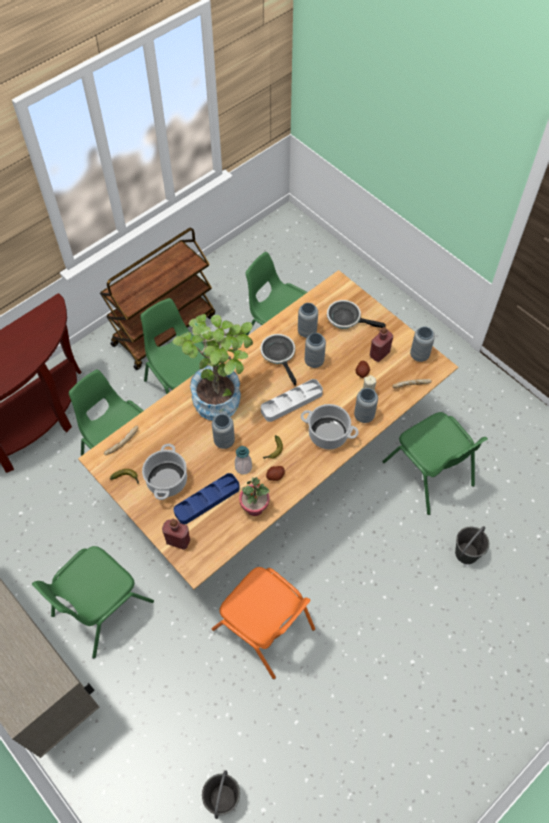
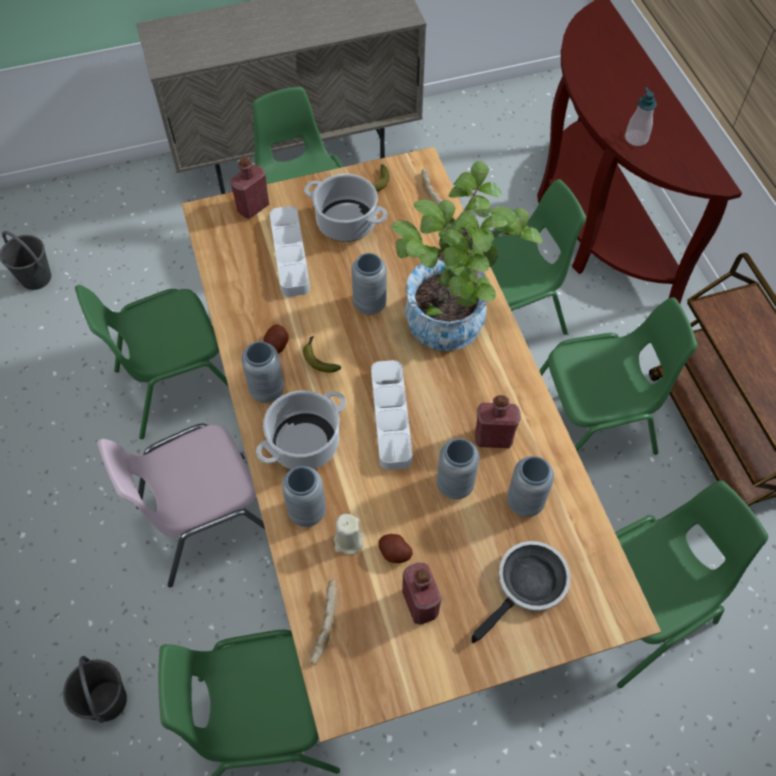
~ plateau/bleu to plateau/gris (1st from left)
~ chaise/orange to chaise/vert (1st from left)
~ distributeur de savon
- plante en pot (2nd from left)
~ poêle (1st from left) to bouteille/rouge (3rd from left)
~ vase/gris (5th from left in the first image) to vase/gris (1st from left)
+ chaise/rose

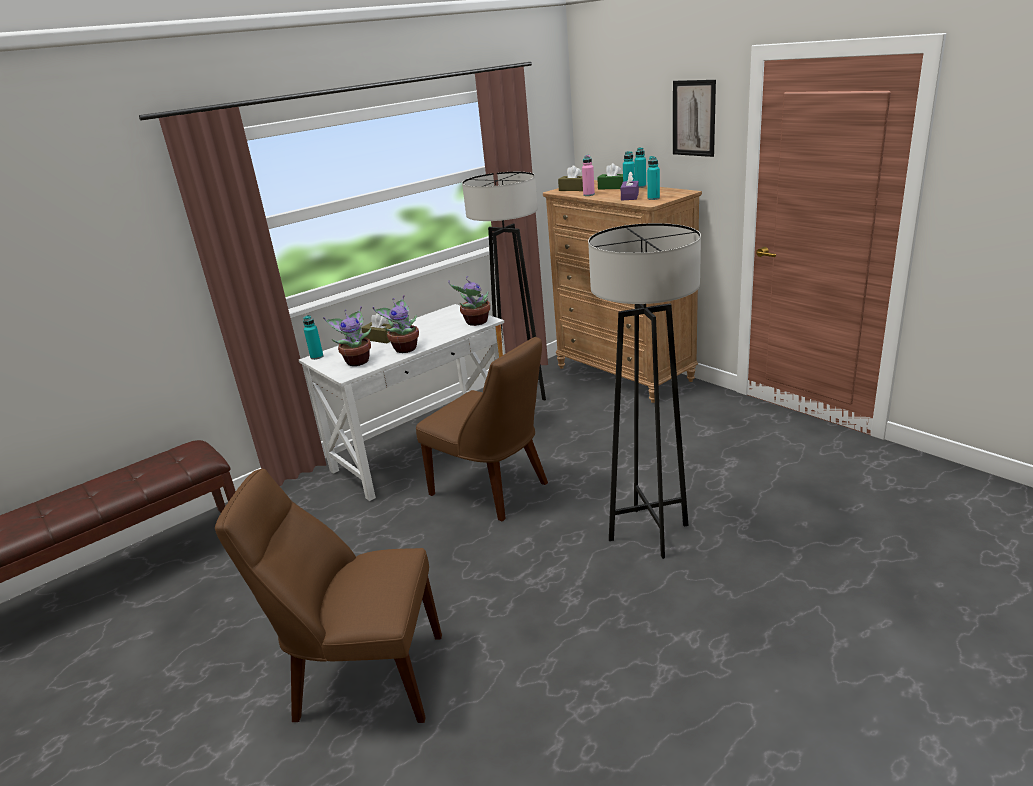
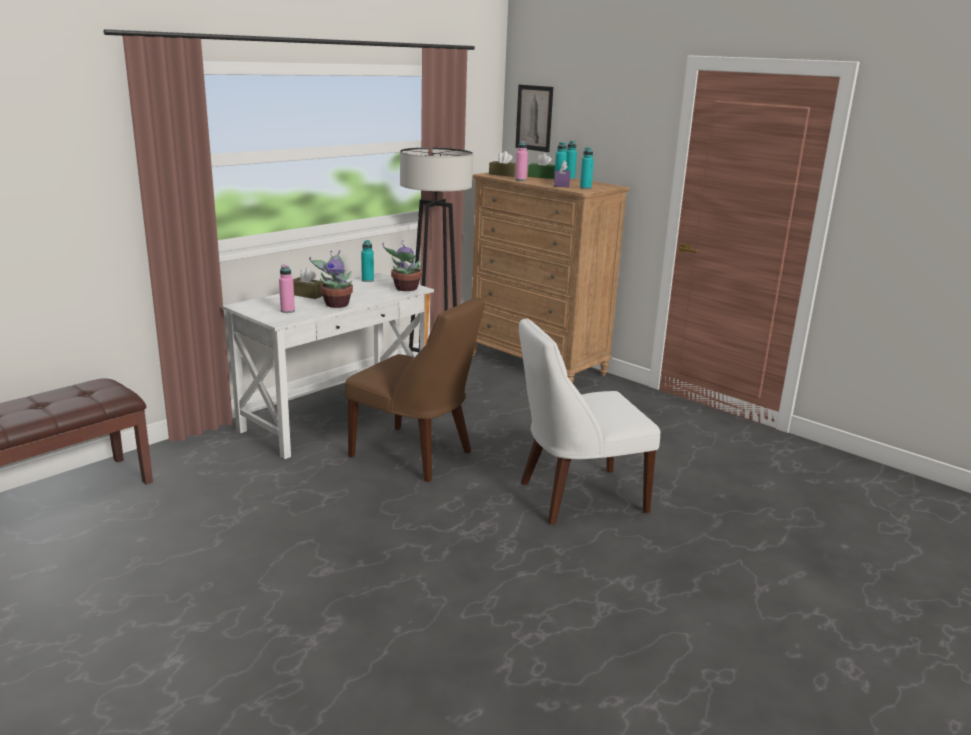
- chaise/marron (1st from left)
~ bouteille/turquoise (1st from left)
~ plante en pot (1st from left) to bouteille/rose (1st from left)
~ lampadaire/gris (2nd from left) to chaise/blanc
~ tableau

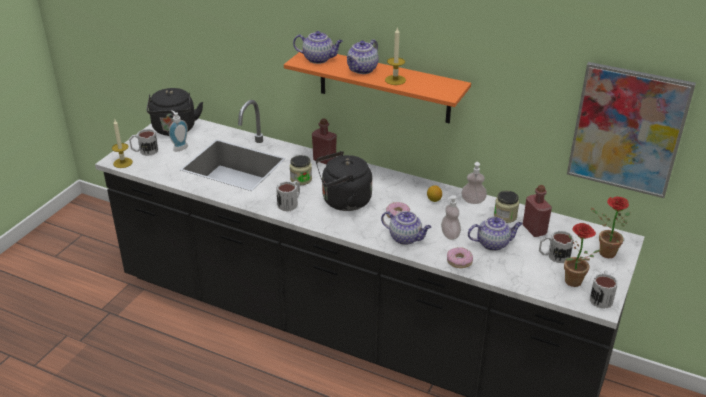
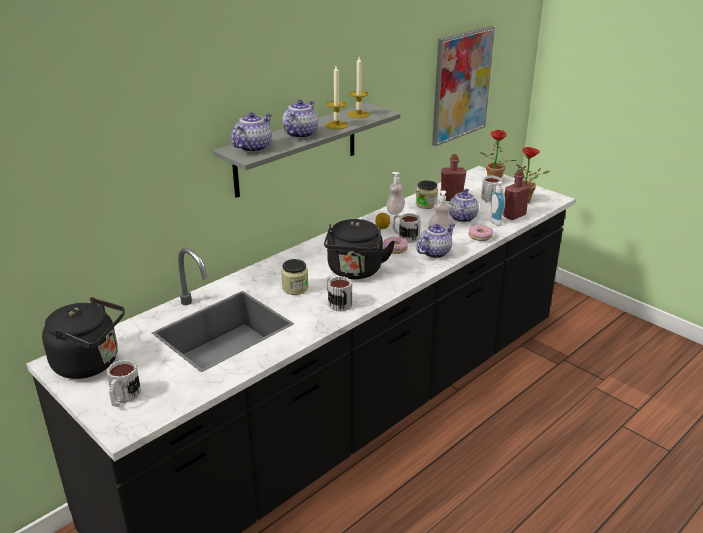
~ bougie (1st from left in the first image) to bougie (2nd from left)
~ distributeur de savon (1st from left in the first image) to distributeur de savon (3rd from left)
~ étagère/orange to étagère/gris
~ bouteille/rouge (1st from left in the first image) to bouteille/rouge (2nd from left)
~ théière (2nd from left) 120 degrees counterclockwise
~ mug (4th from left in the first image) to mug (3rd from left)

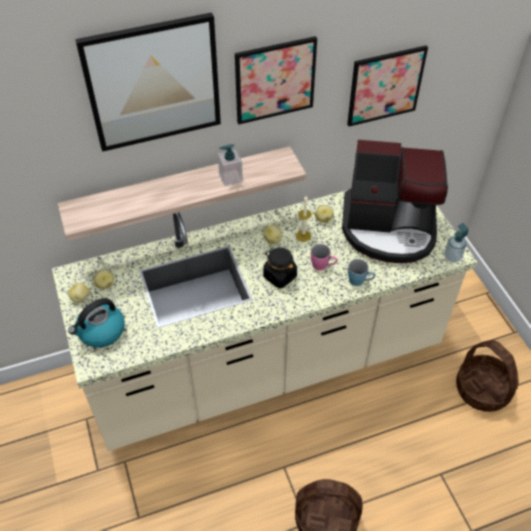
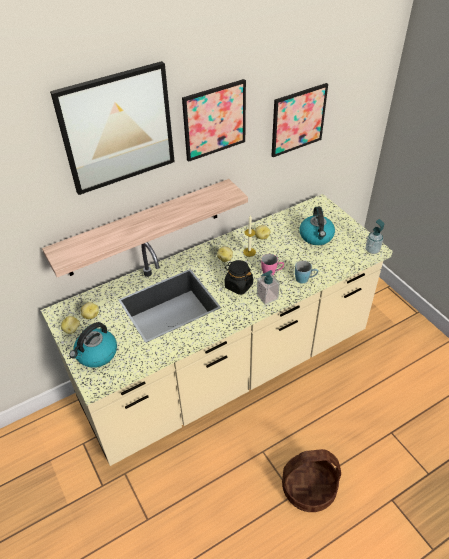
~ distributeur de savon (1st from left)
~ machine à café to bouilloire (2nd from left)
- panier (2nd from left)

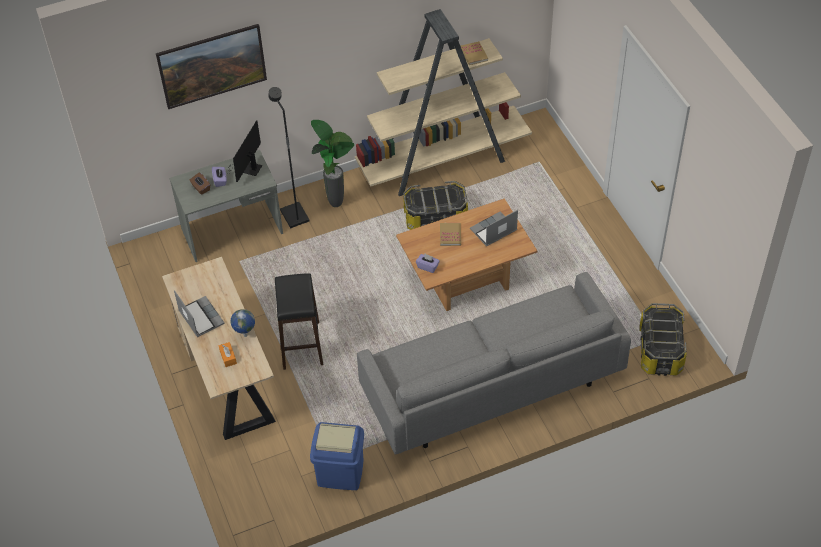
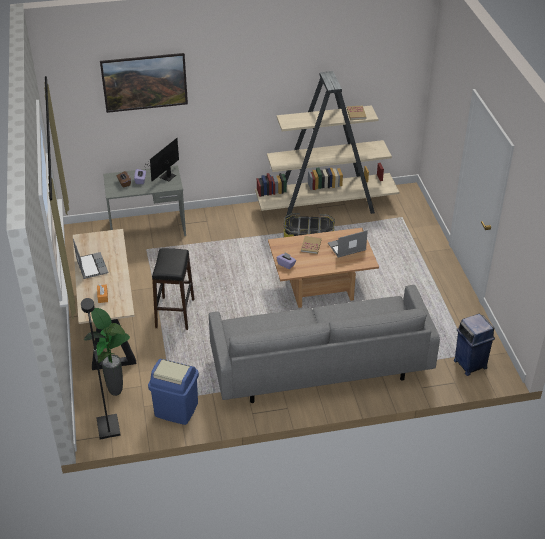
- globe
~ lampadaire/noir
~ plante en pot
~ boîte de rangement (2nd from left) to poubelle/bleu (2nd from left)

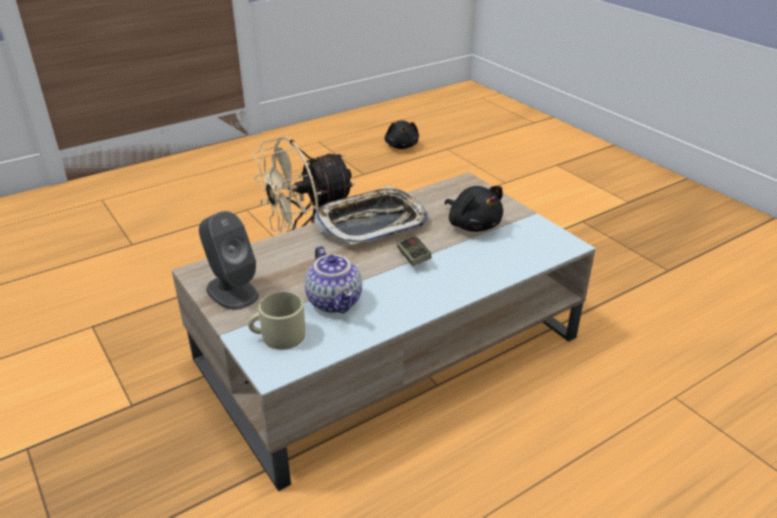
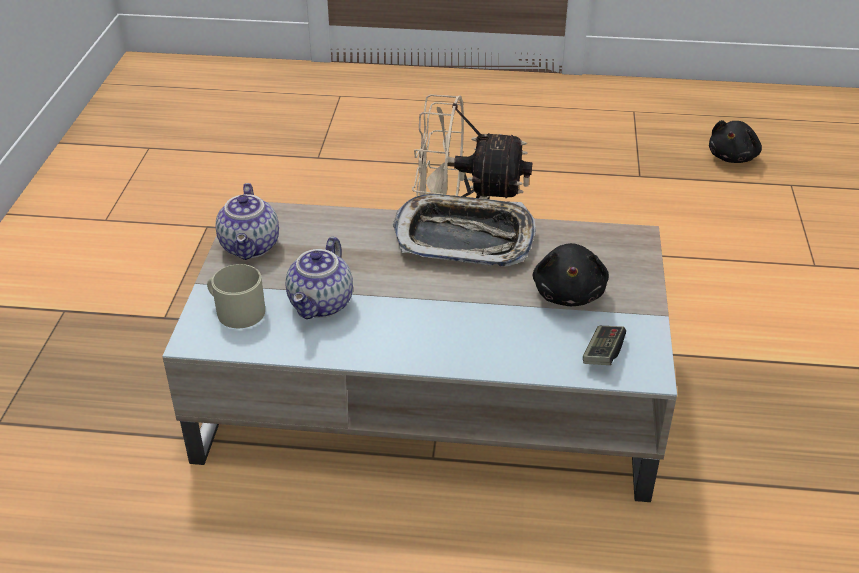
~ enceinte/gris to théière (1st from left)
~ manette

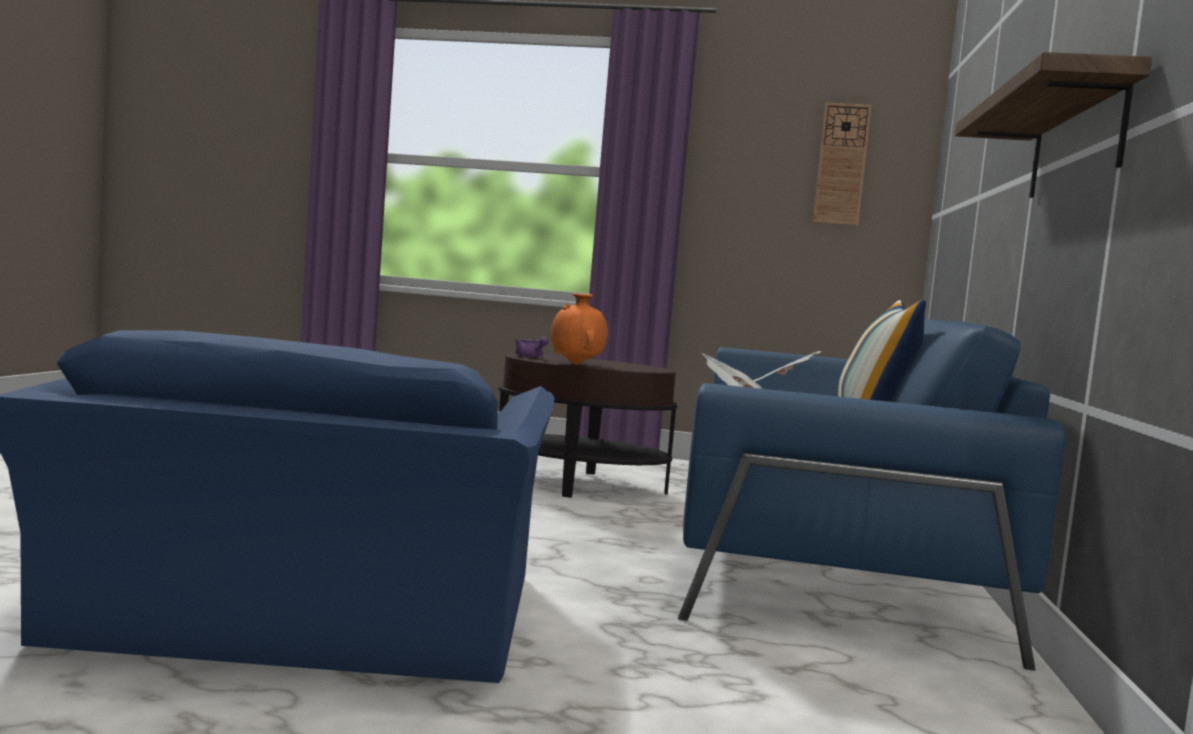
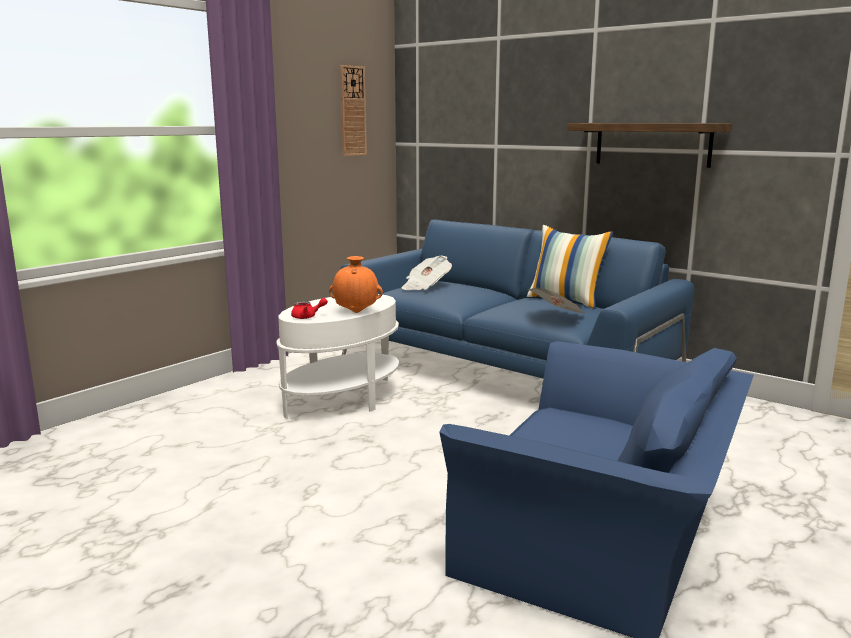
~ table d'appoint/marron to table d'appoint/blanc
~ théière/violet to théière/rouge

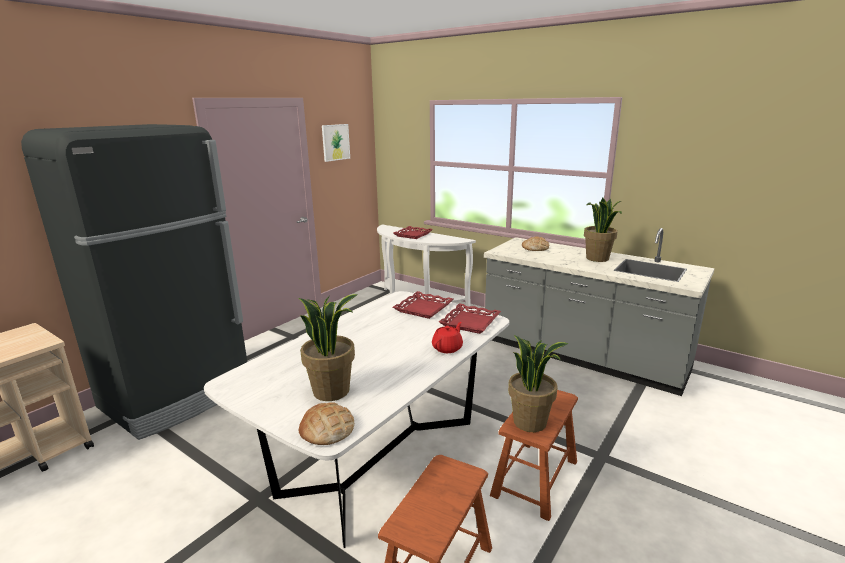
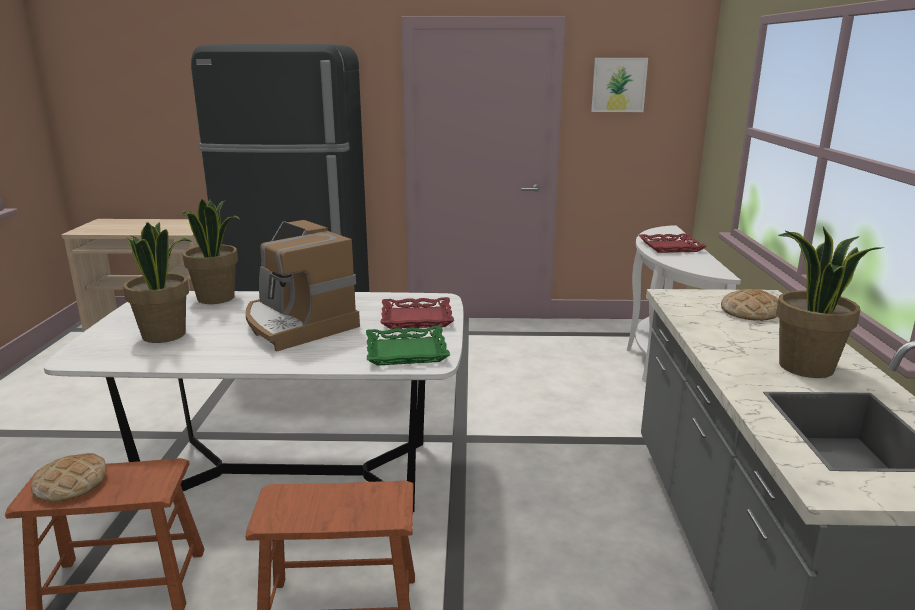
~ pain (1st from left)
- théière/rouge
~ plateau/rouge (3rd from left) to plateau/vert
~ plante en pot (2nd from left)
+ machine à café

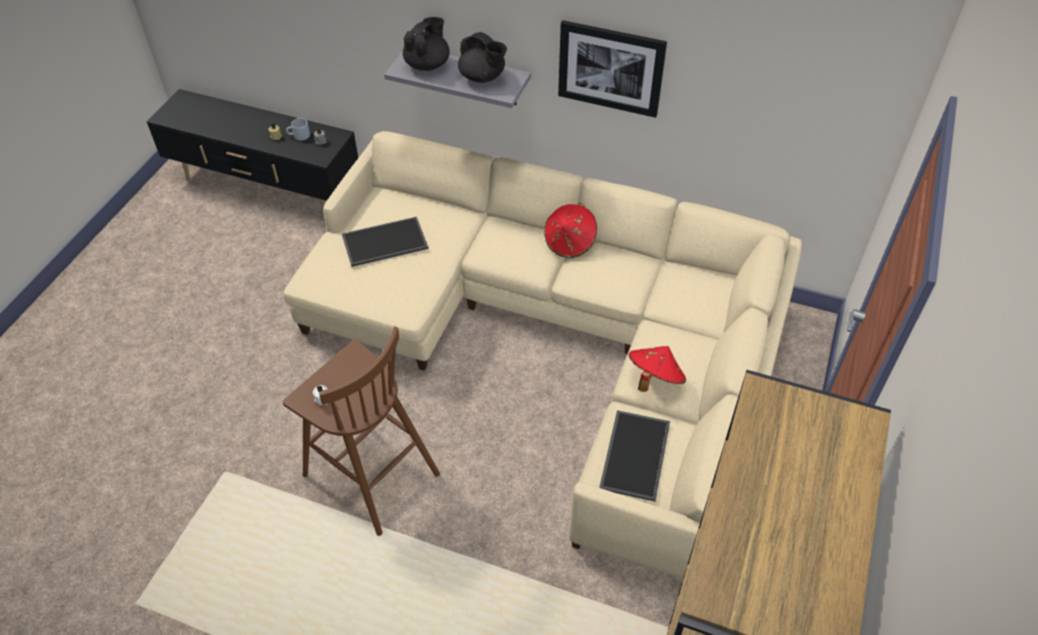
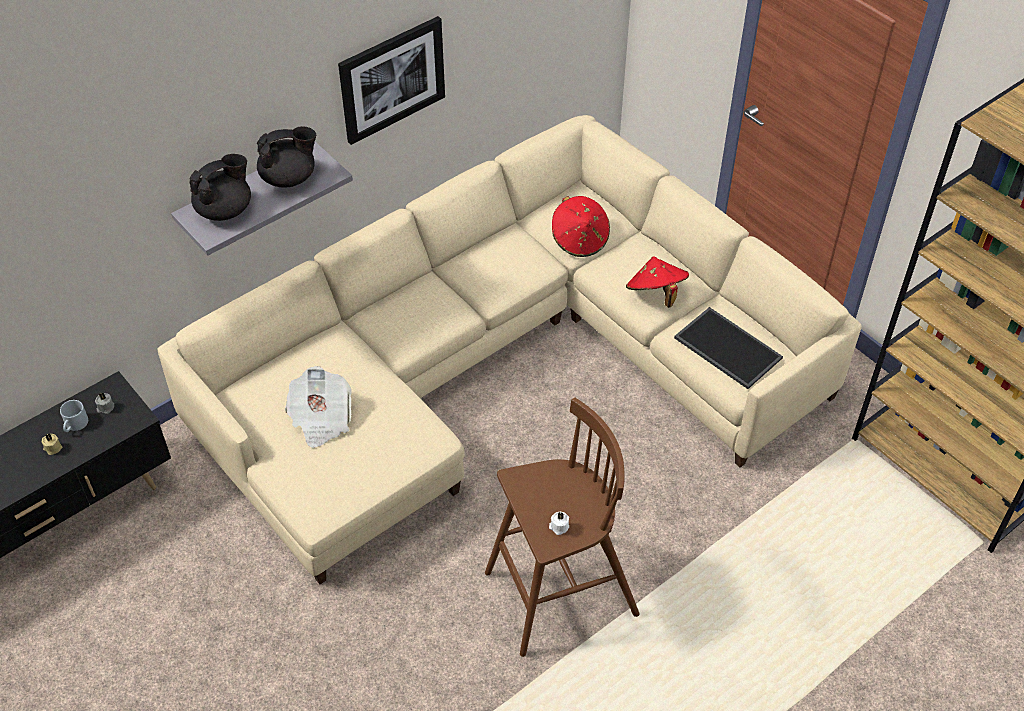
~ plateau (1st from left) to journal
~ théière/noir (1st from left) 75 degrees clockwise
~ chapeau/rouge (1st from left)

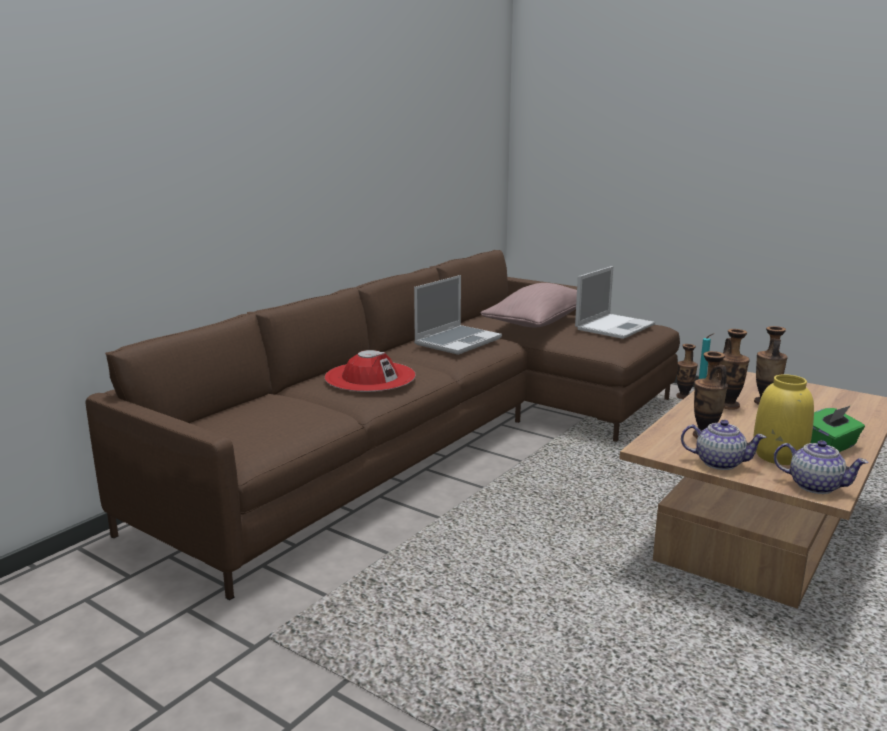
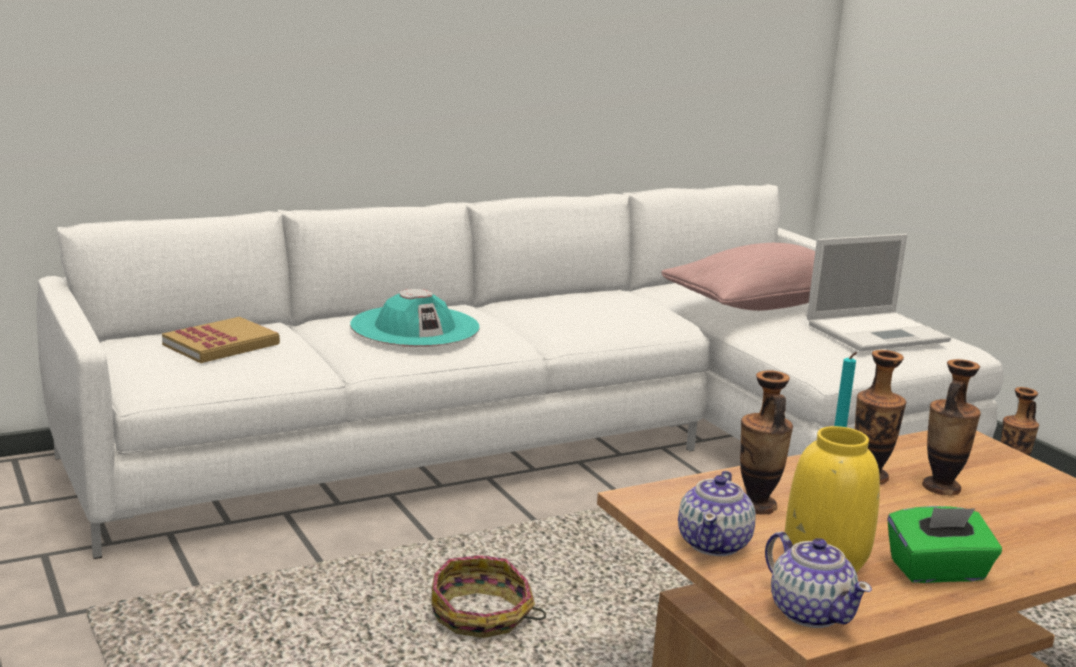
~ canapé/marron to canapé/blanc
~ chapeau/rouge to chapeau/turquoise
- ordinateur portable (1st from left)
~ théière (1st from left) 60 degrees clockwise
+ livre
+ panier

